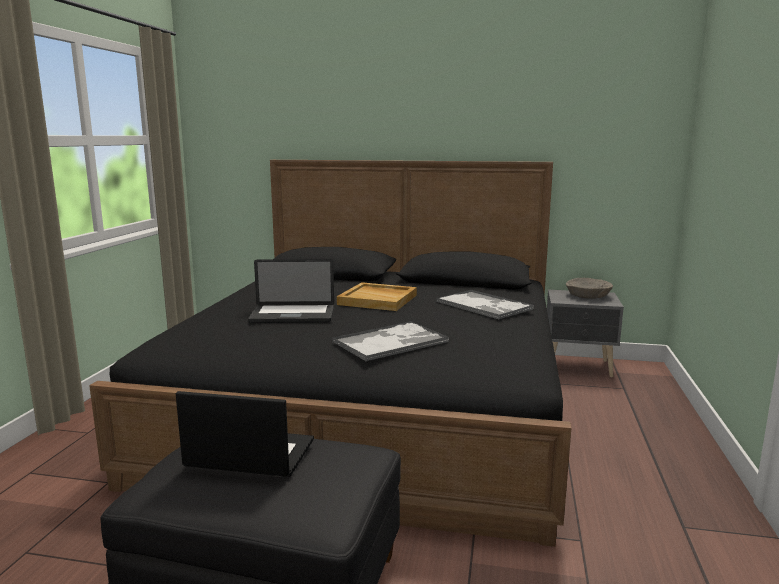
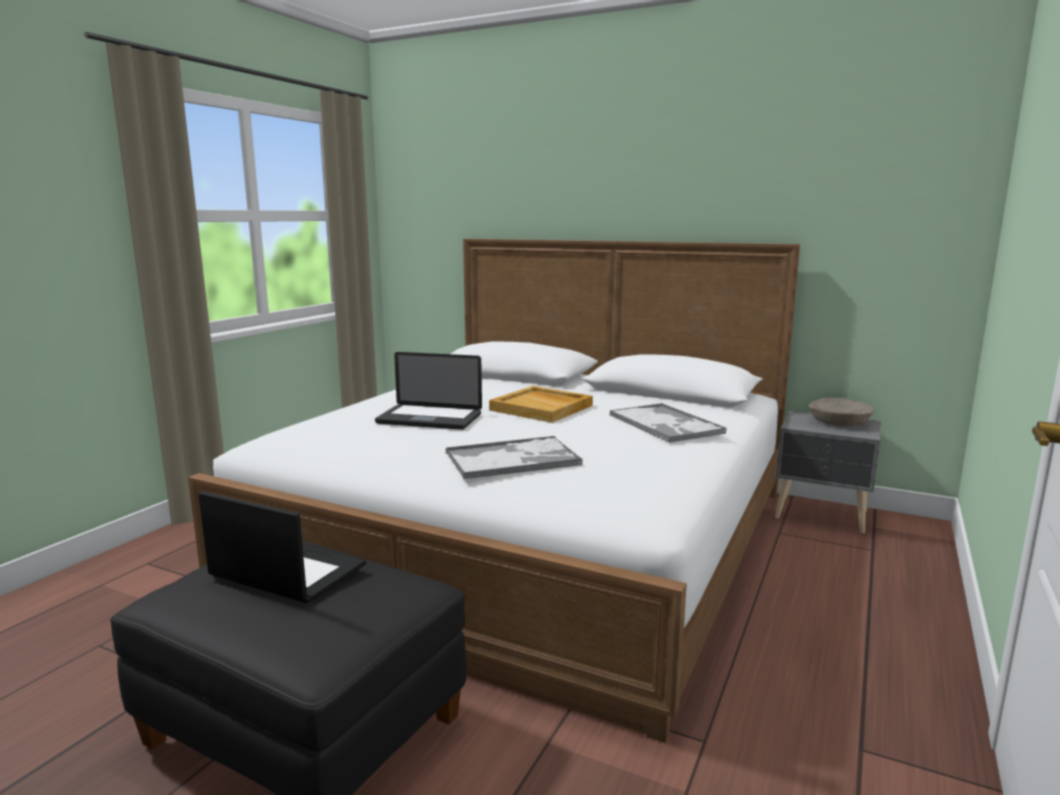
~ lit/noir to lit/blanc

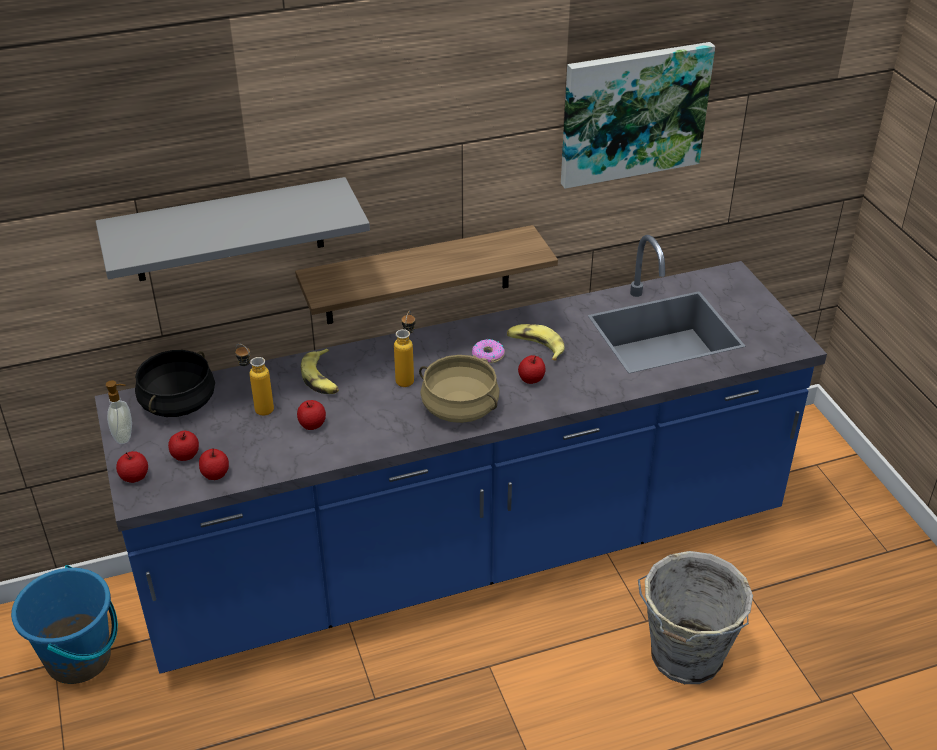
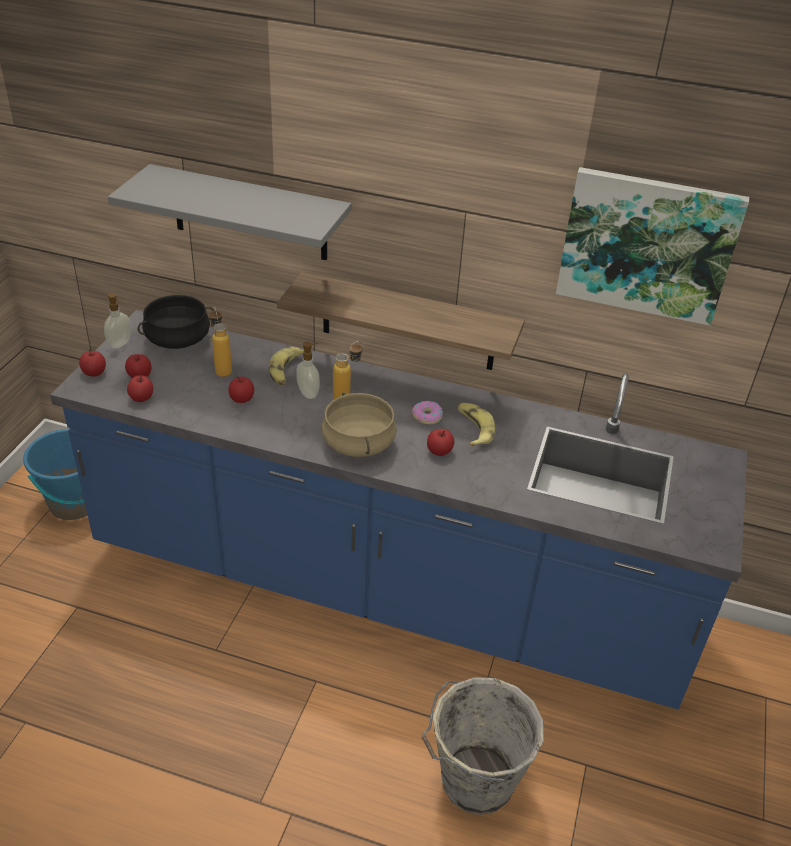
+ distributeur de savon (2nd from left)

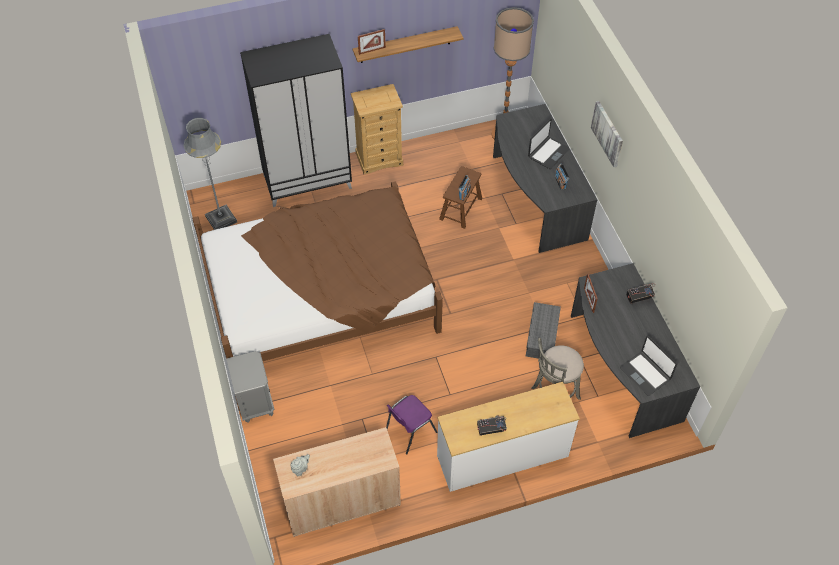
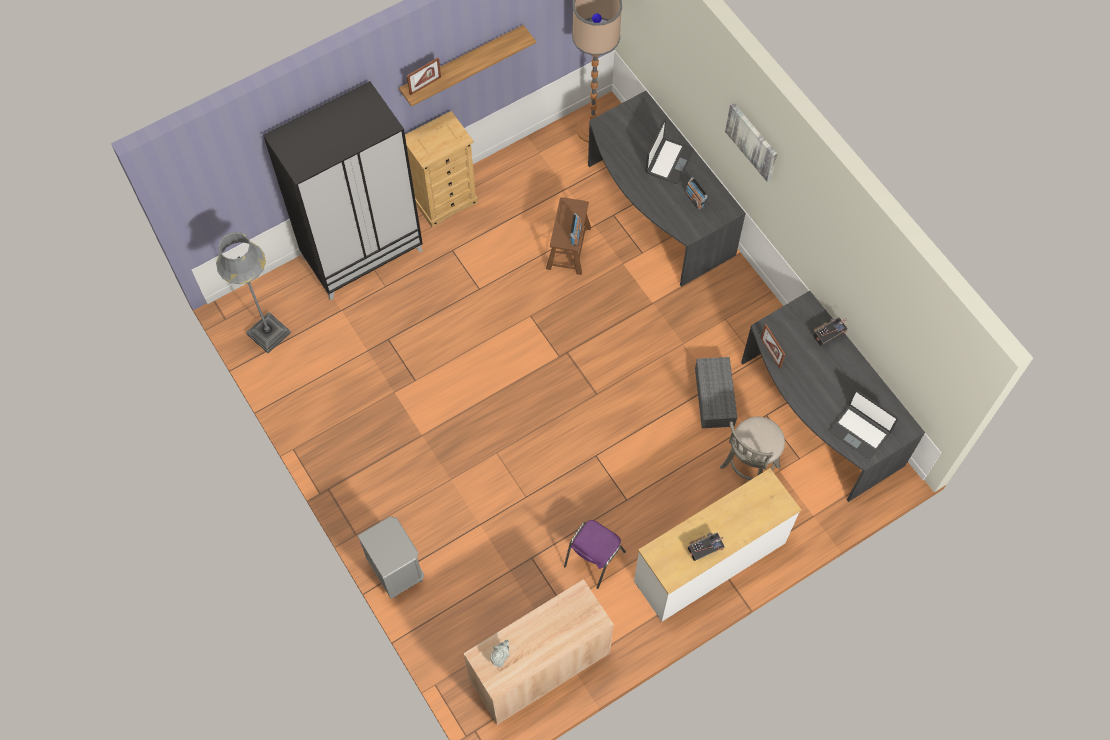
- lit/marron

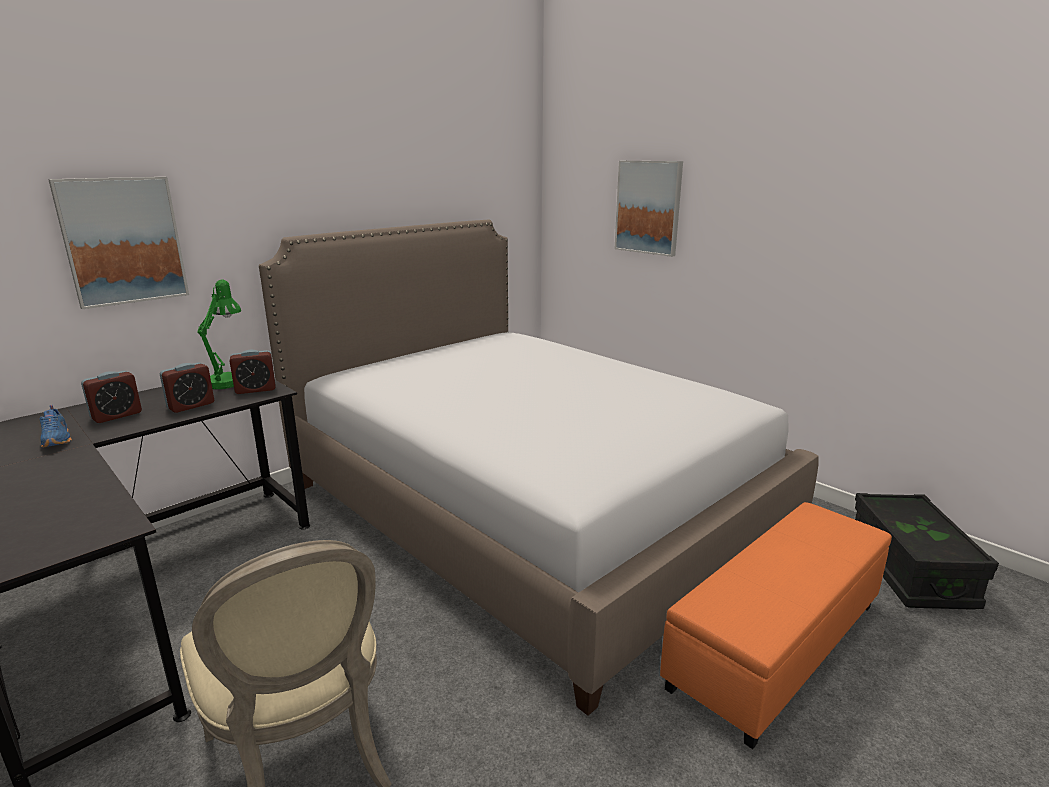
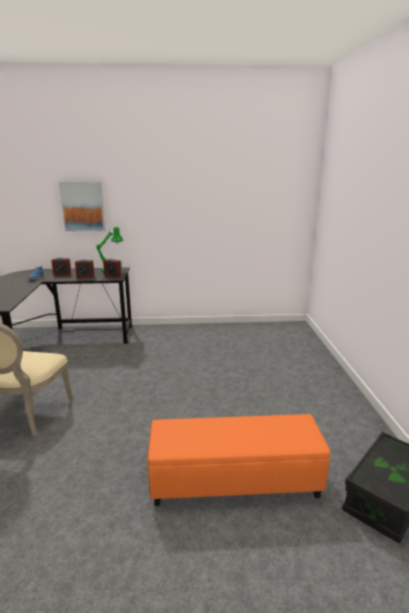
- lit
- tableau (2nd from left)

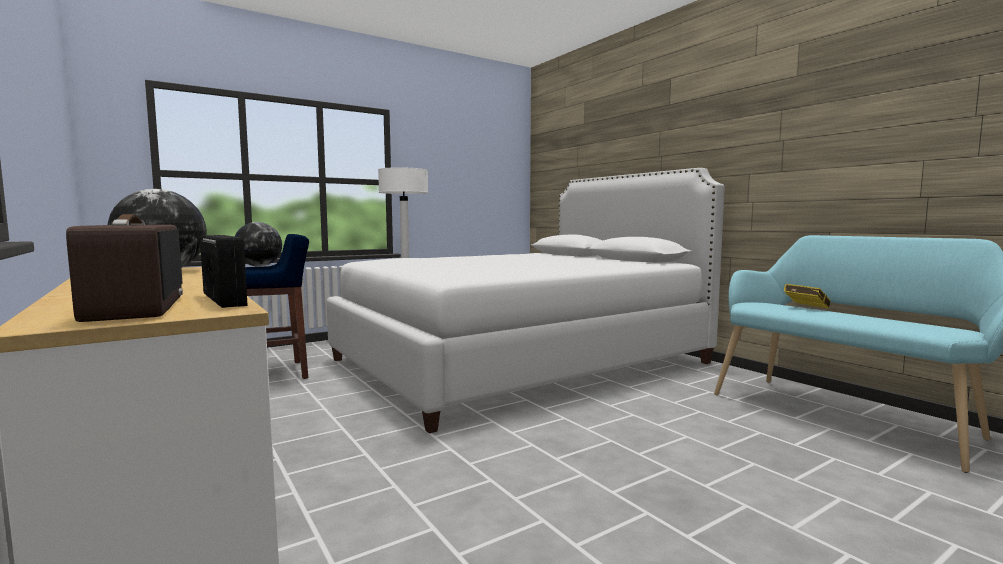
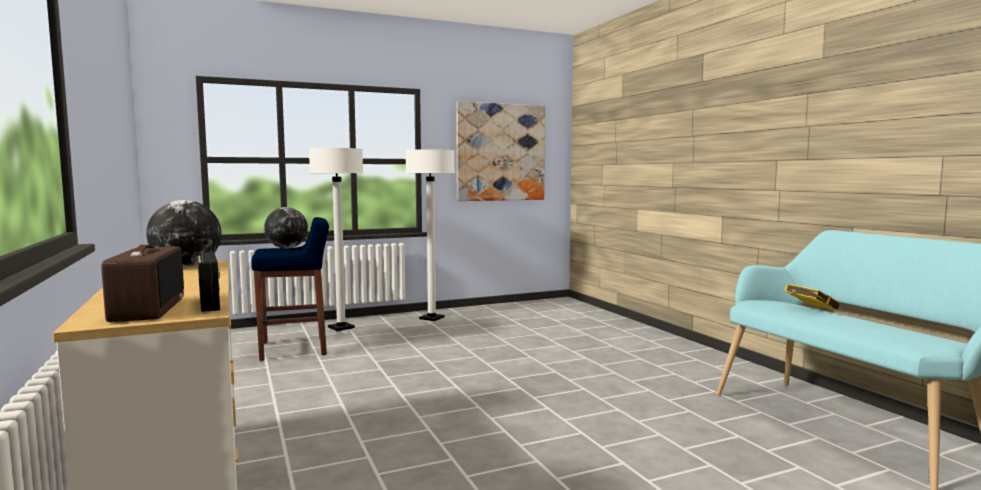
- lit/blanc
+ lampadaire/blanc (1st from left)
+ tableau

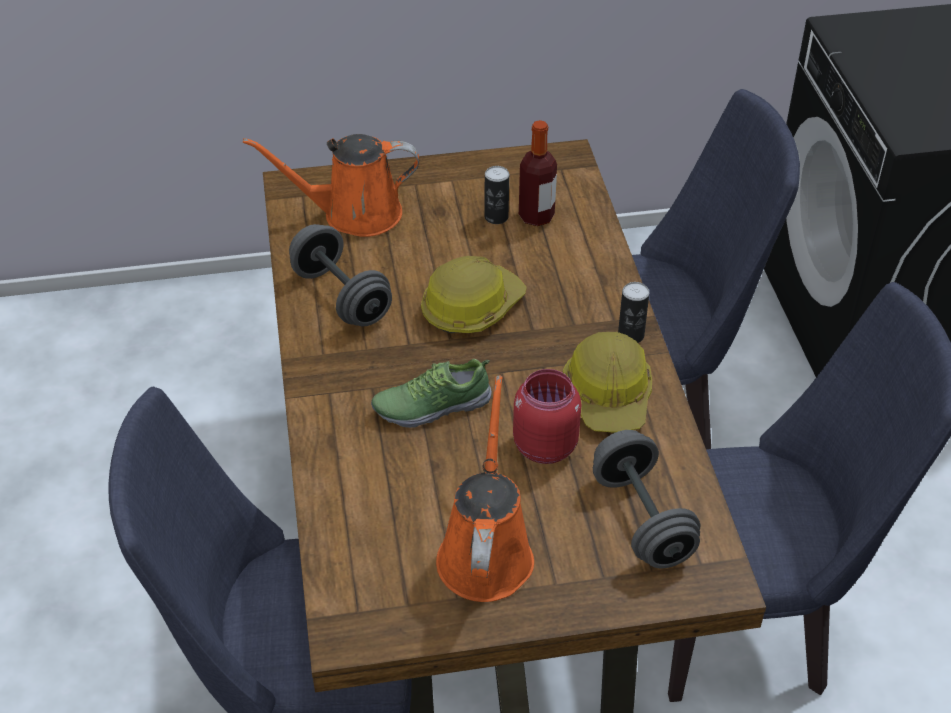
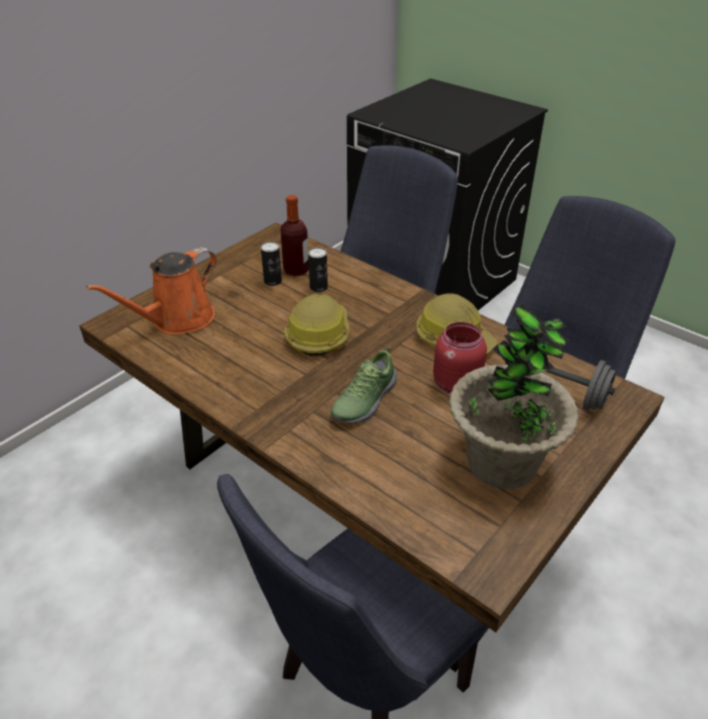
- haltère/gris (1st from left)
~ arrosoir/orange (2nd from left) to plante en pot
~ boîte métallique (2nd from left)

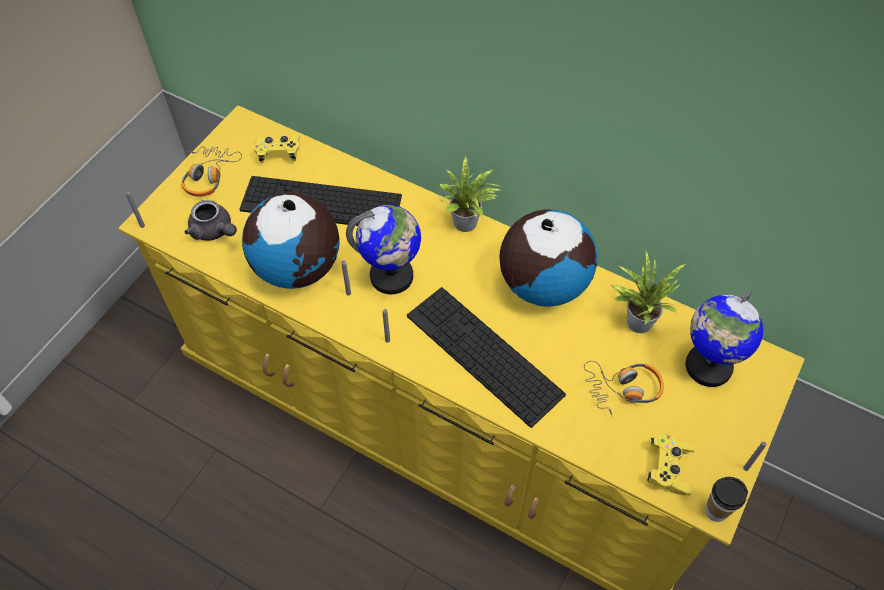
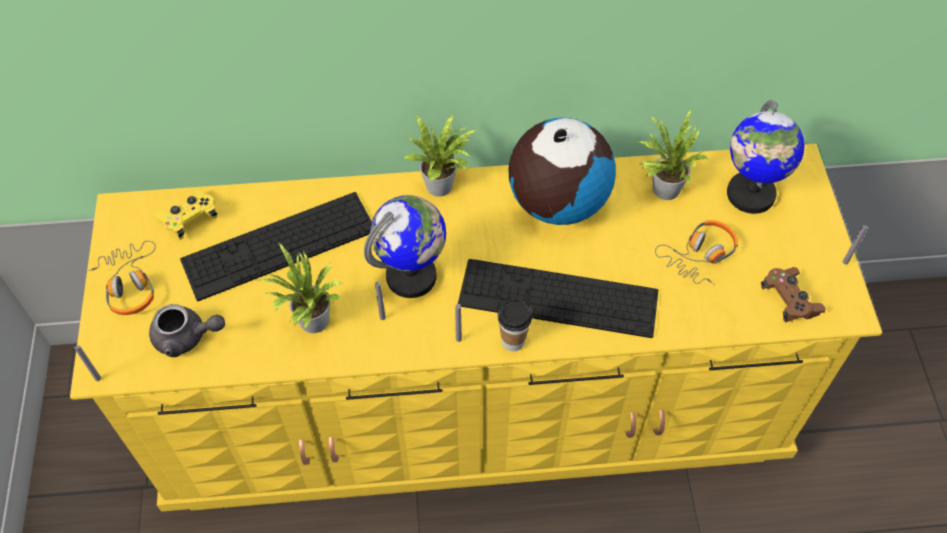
~ globe (1st from left) to plante en pot (1st from left)
~ manette/jaune (2nd from left) to manette/marron
~ tasse

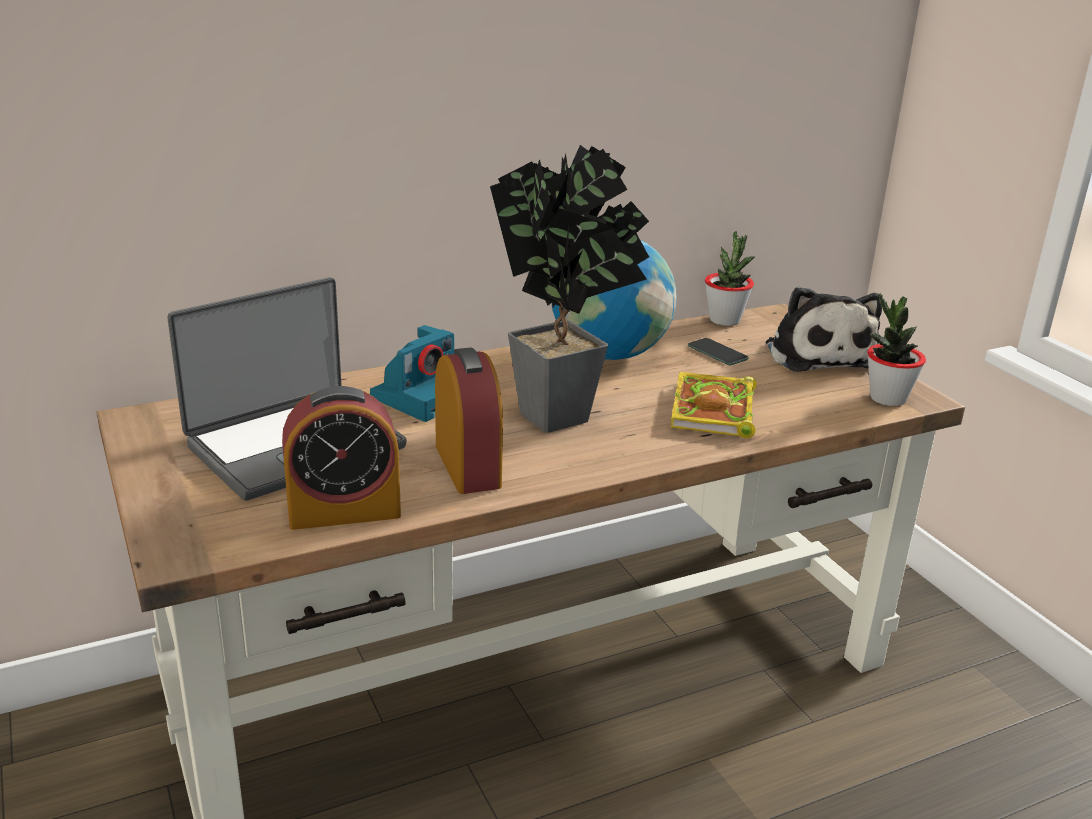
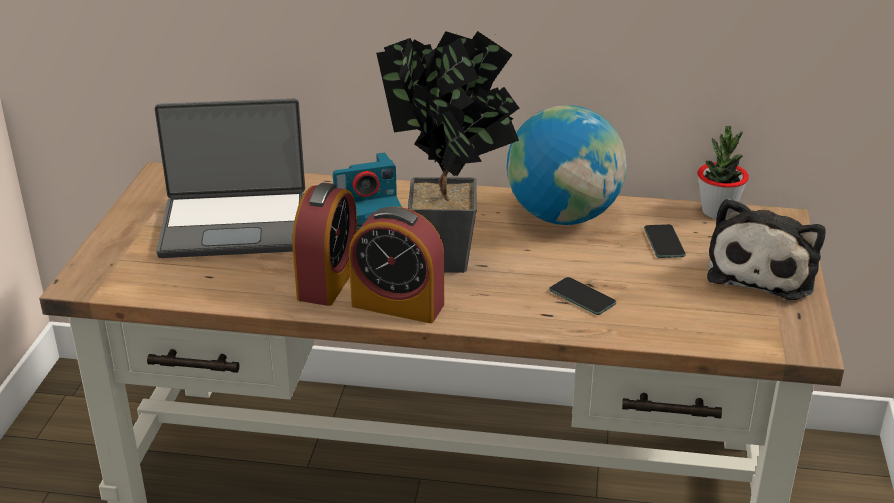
~ réveil (1st from left in the first image) to réveil (2nd from left)
~ livre to téléphone (1st from left)
- plante en pot (3rd from left)

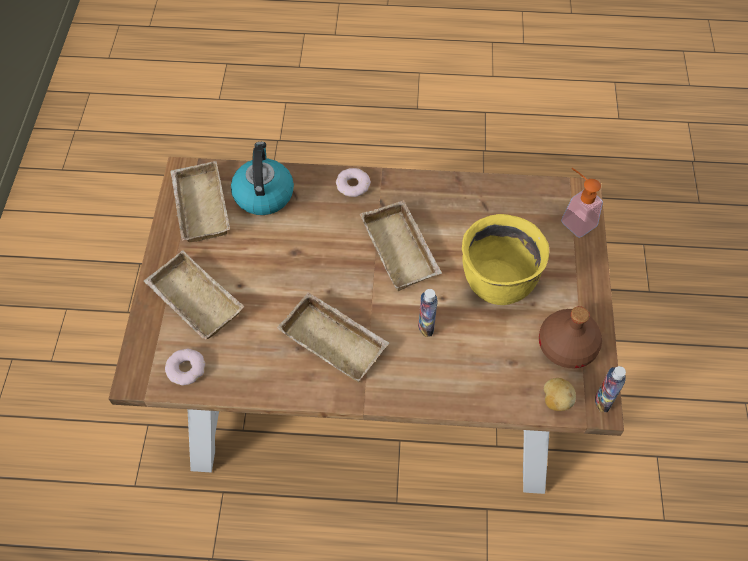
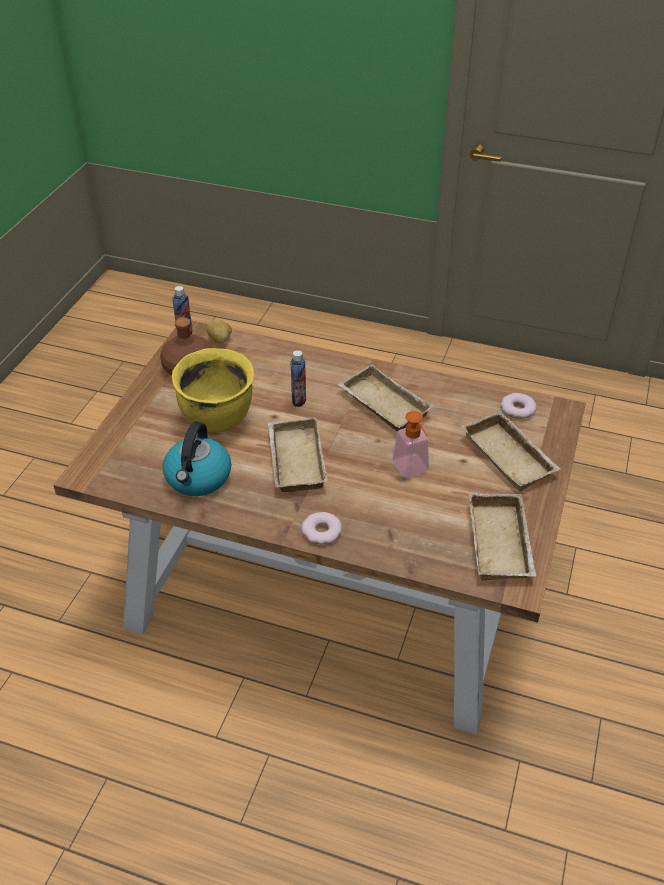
~ bouilloire
~ distributeur de savon

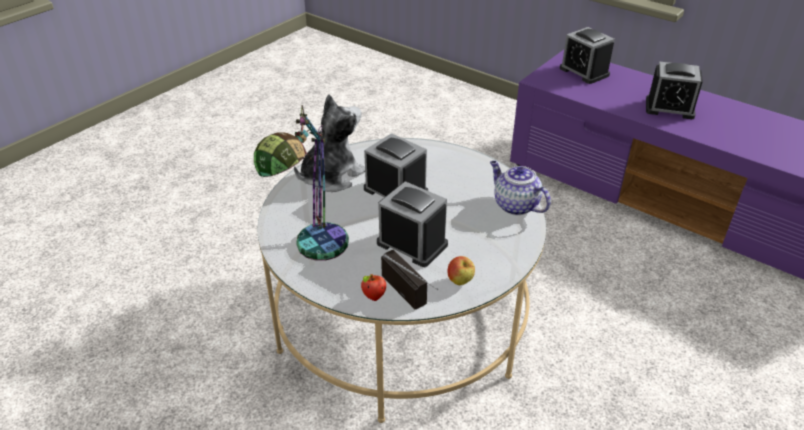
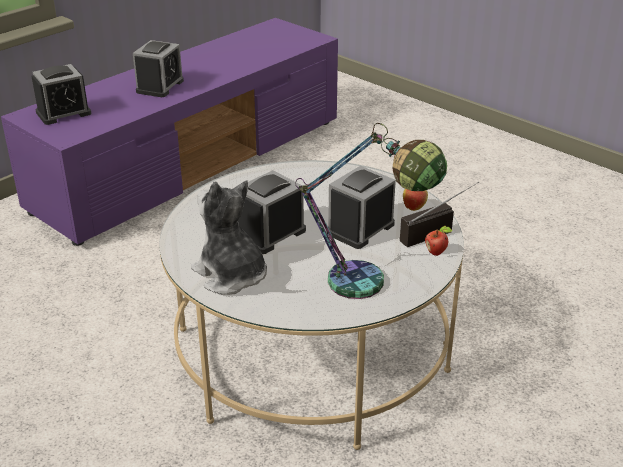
- théière

